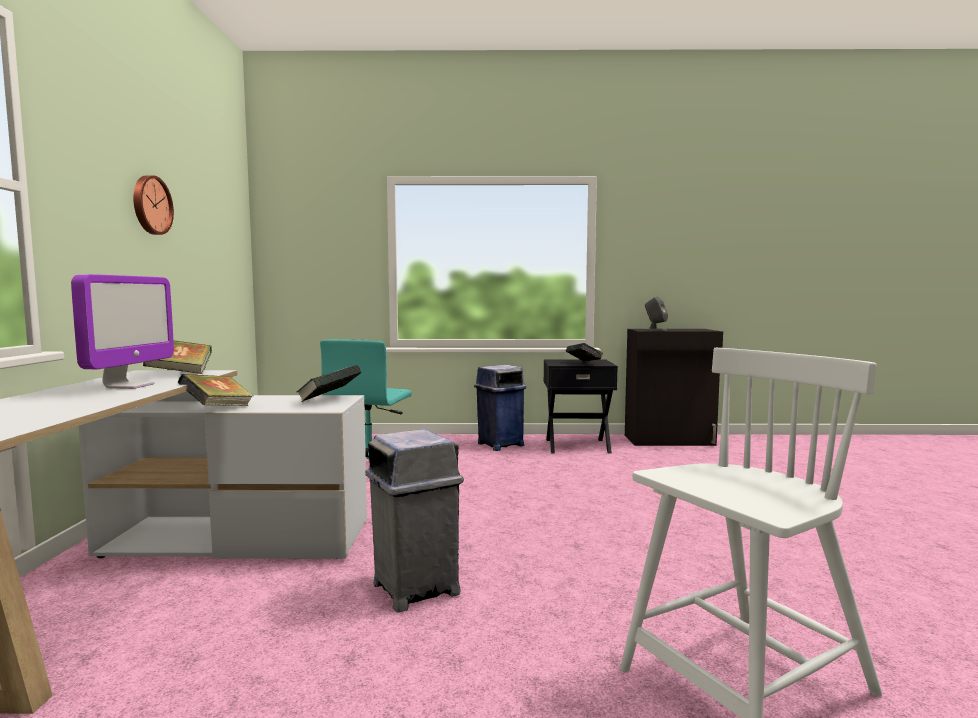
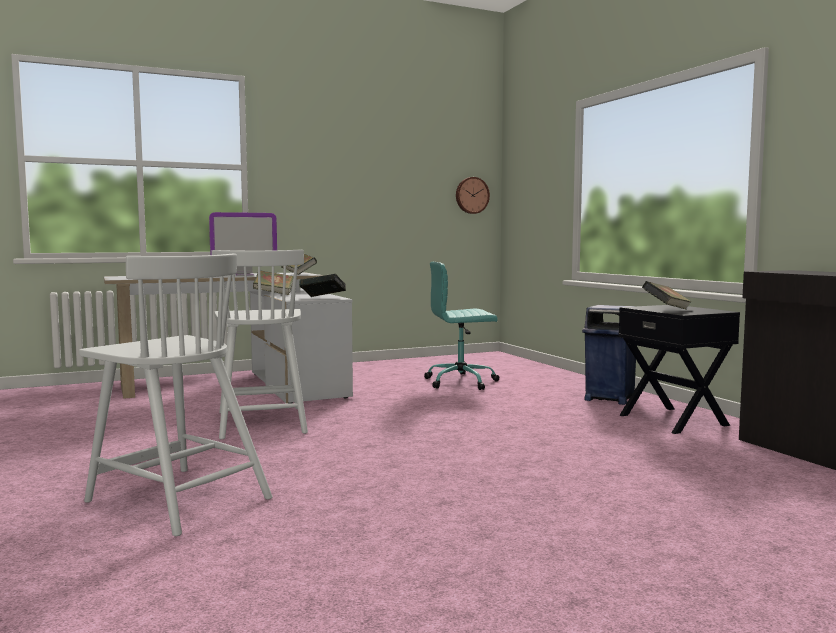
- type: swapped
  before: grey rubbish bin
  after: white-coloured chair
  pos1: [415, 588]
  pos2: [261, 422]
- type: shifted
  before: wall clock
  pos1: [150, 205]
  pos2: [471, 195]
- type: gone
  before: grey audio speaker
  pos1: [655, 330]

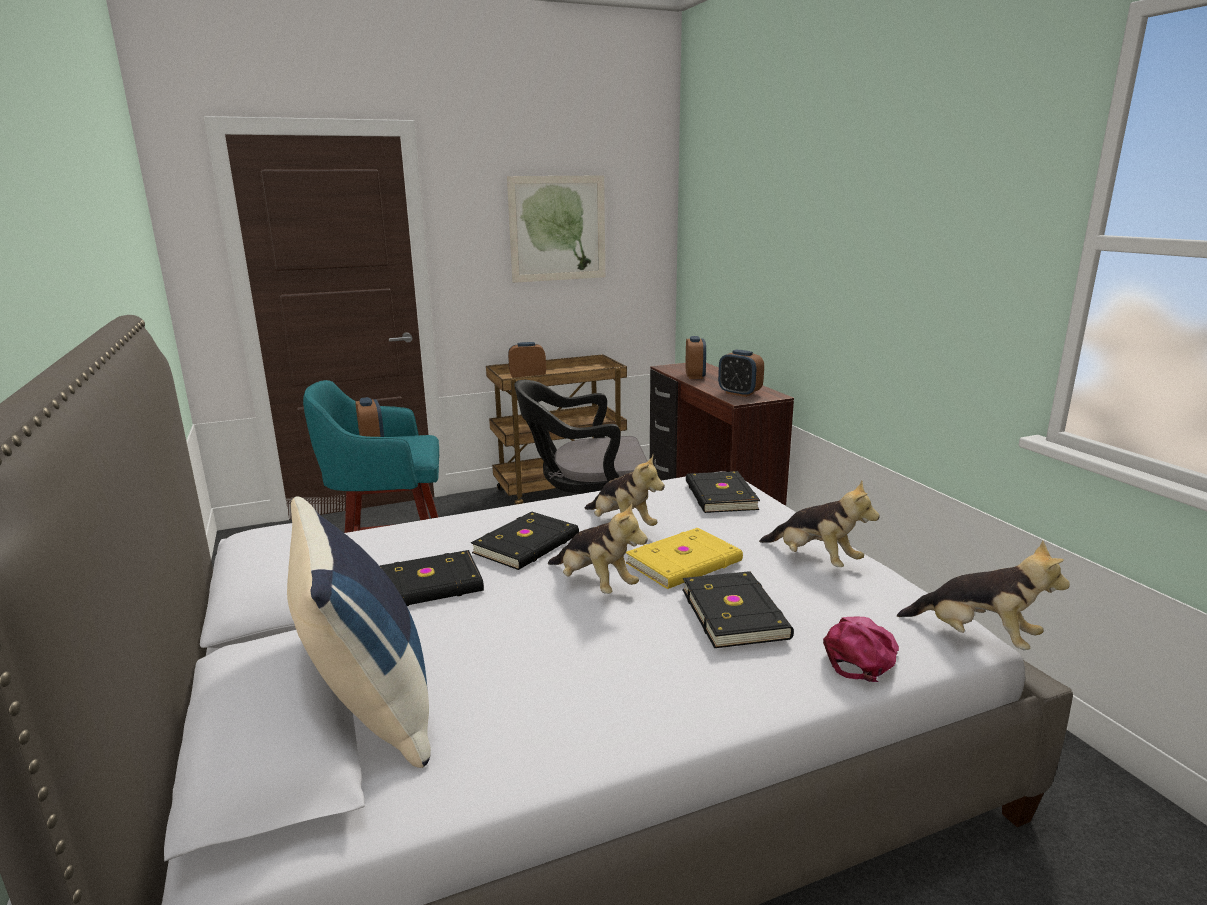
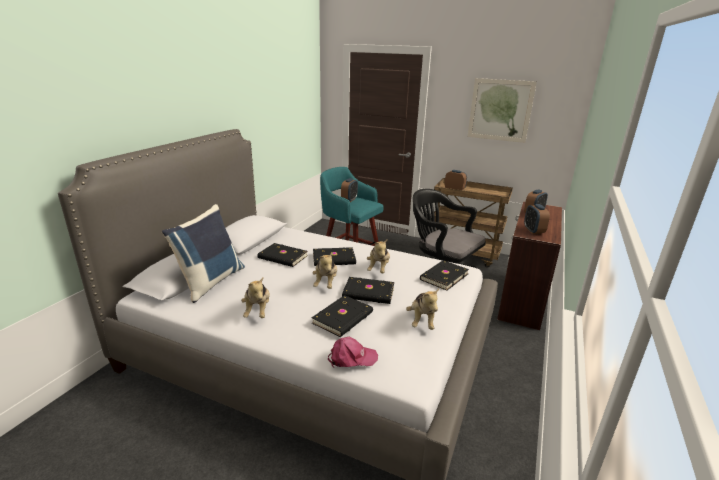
- type: shifted
  before: cuddly toy
  pos1: [976, 637]
  pos2: [257, 311]
- type: repainted
  before: yellowish volume
  after: black volume
  pos1: [685, 563]
  pos2: [368, 293]

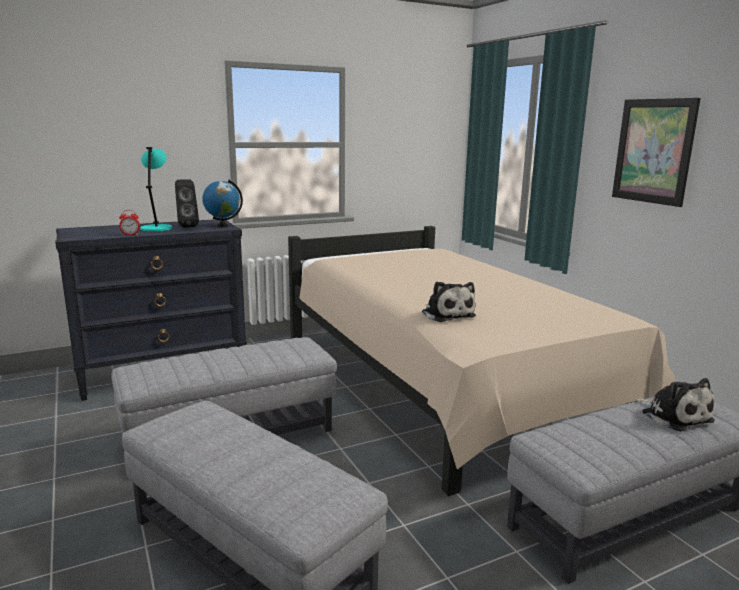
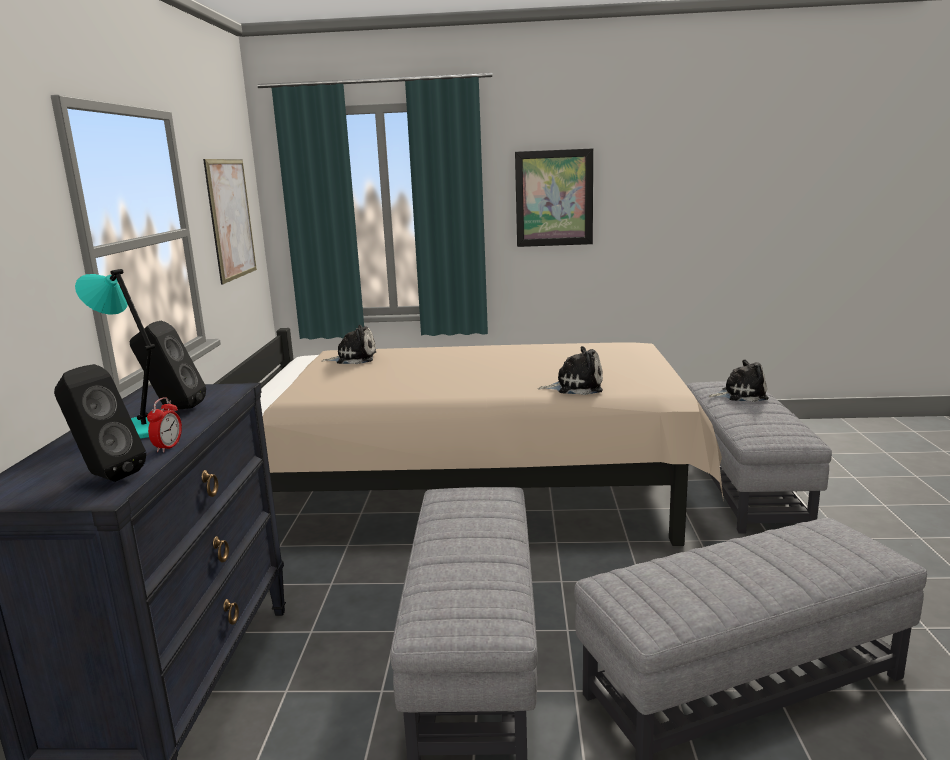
- type: new
  after: black audio speaker
  pos2: [105, 476]
- type: new
  after: wall art
  pos2: [231, 219]
- type: new
  after: cuddly toy
  pos2: [353, 358]
- type: gone
  before: desk globe
  pos1: [222, 226]

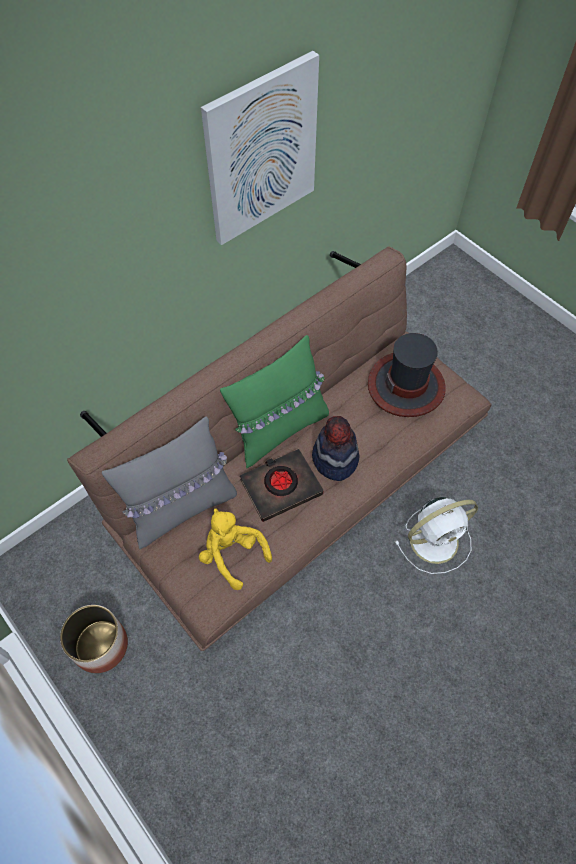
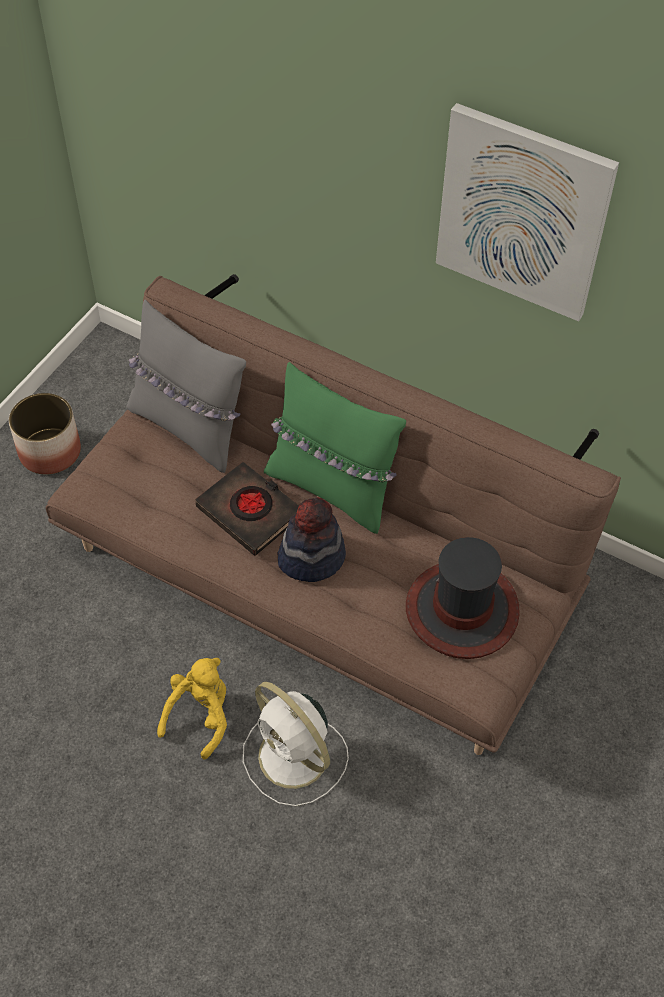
- type: shifted
  before: yellowish cuddly toy
  pos1: [232, 554]
  pos2: [200, 716]

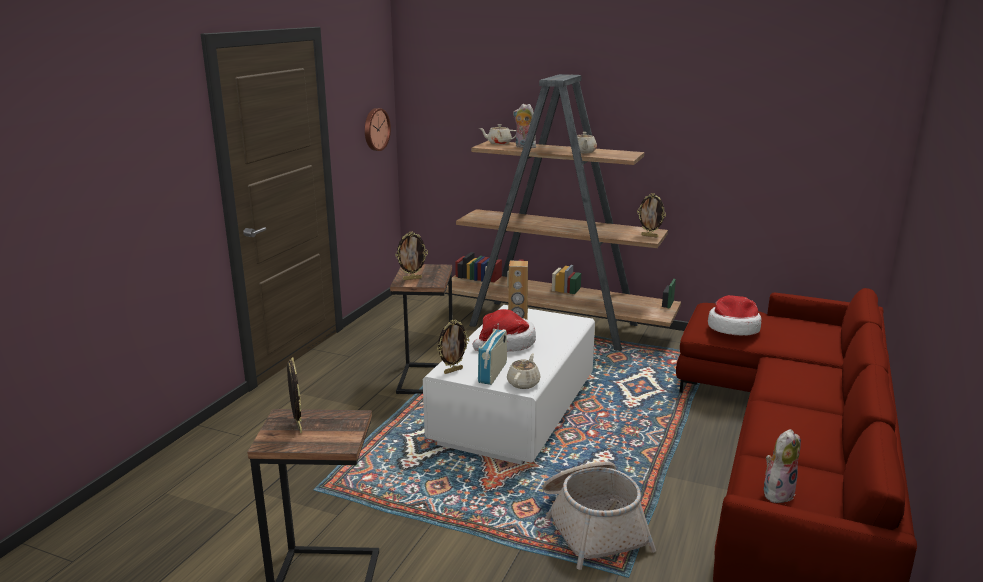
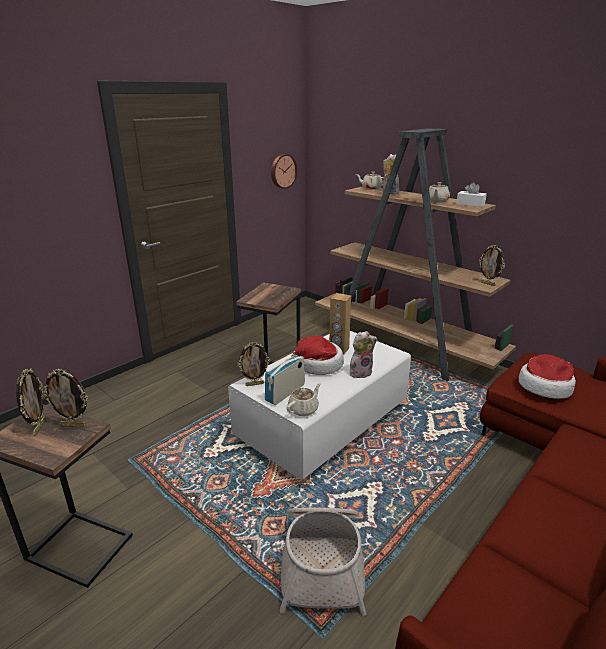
- type: shifted
  before: standing frame
  pos1: [412, 278]
  pos2: [74, 425]
- type: shifted
  before: cuddly toy
  pos1: [777, 492]
  pos2: [360, 372]
- type: new
  after: white-coloured tissue holder
  pos2: [470, 204]

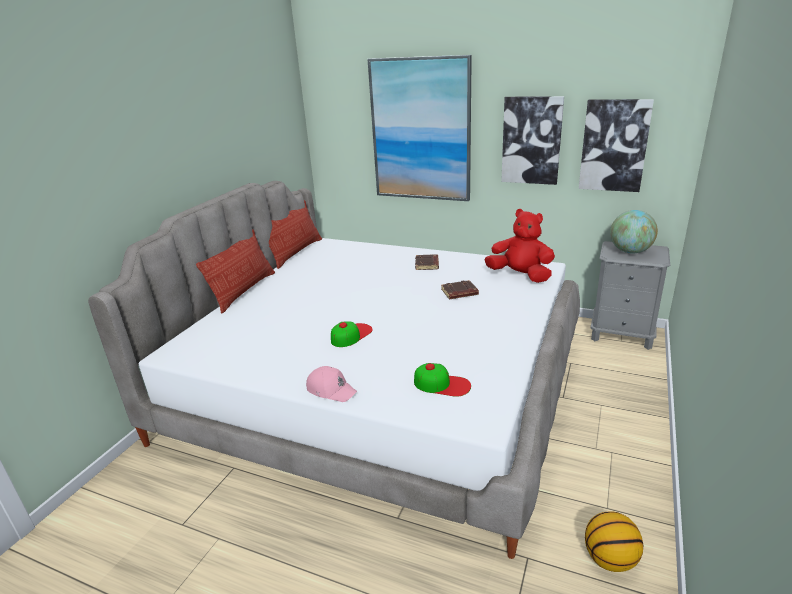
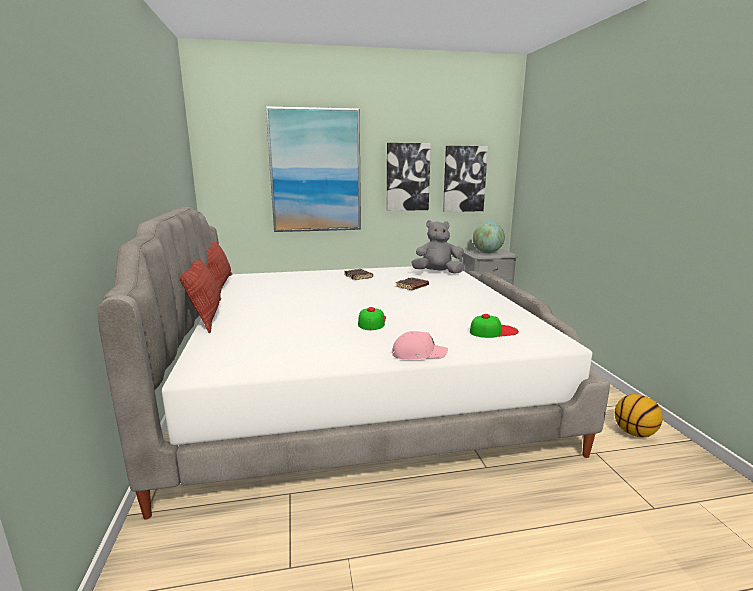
- type: repainted
  before: red cuddly toy
  after: grey cuddly toy
  pos1: [520, 275]
  pos2: [437, 273]

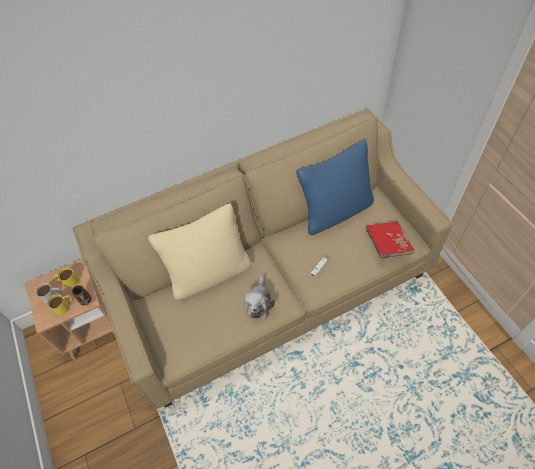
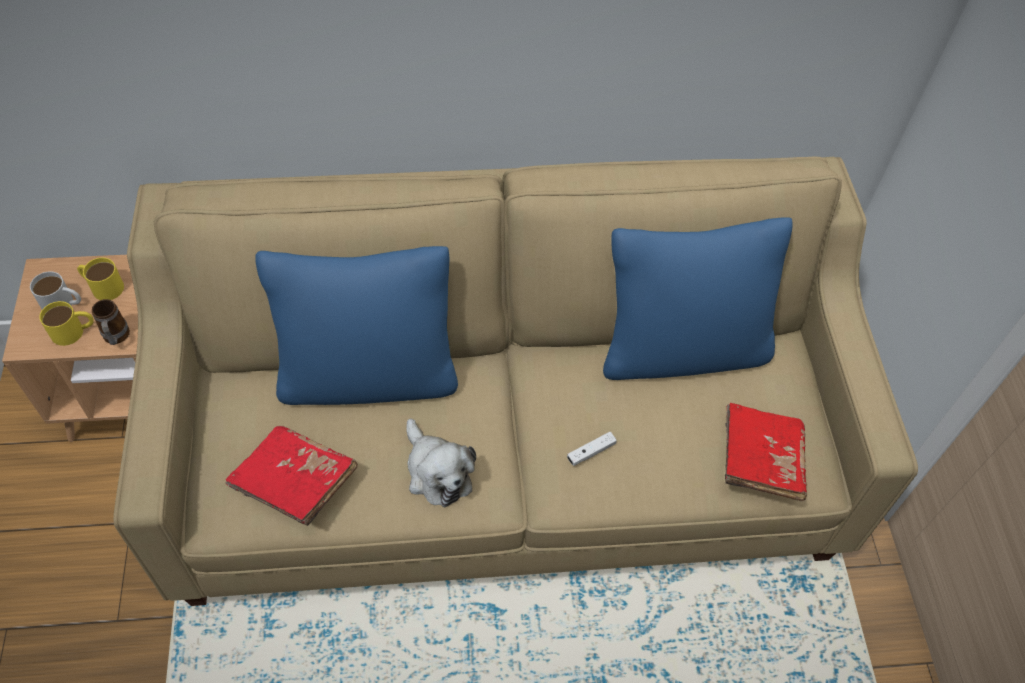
- type: new
  after: red volume
  pos2: [295, 483]
- type: repainted
  before: beige-coloured throw pillow
  after: blue-coloured throw pillow
  pos1: [209, 273]
  pos2: [368, 376]
- type: rotated
  before: cuddly toy
  pos1: [259, 302]
  pos2: [436, 472]
  turn: -60

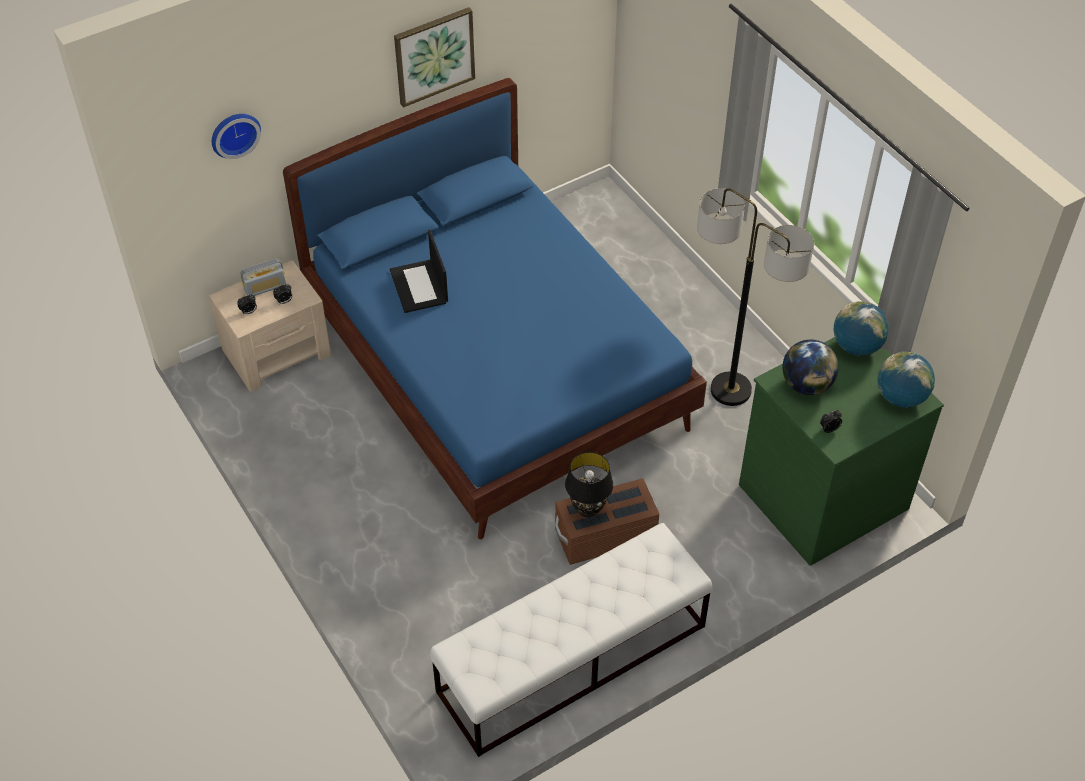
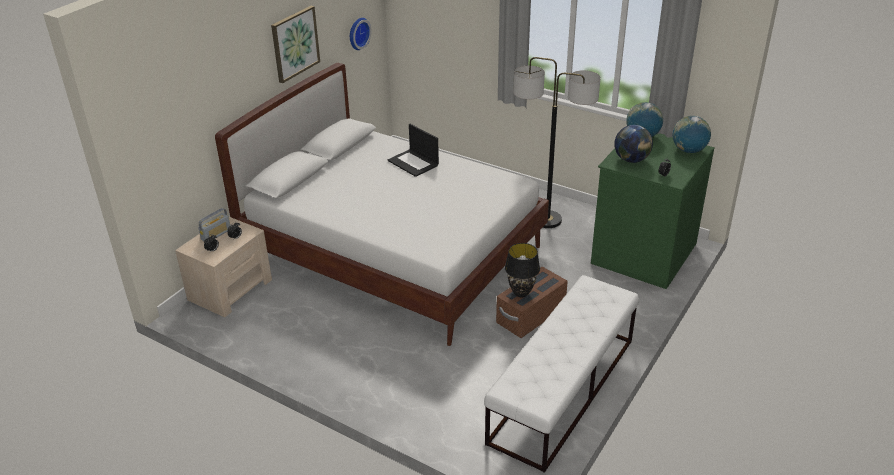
- type: repainted
  before: blue-coloured bed
  after: white-coloured bed
  pos1: [497, 369]
  pos2: [393, 253]
- type: shifted
  before: wall clock
  pos1: [234, 133]
  pos2: [357, 33]
- type: shifted
  before: notebook computer
  pos1: [420, 287]
  pos2: [414, 163]

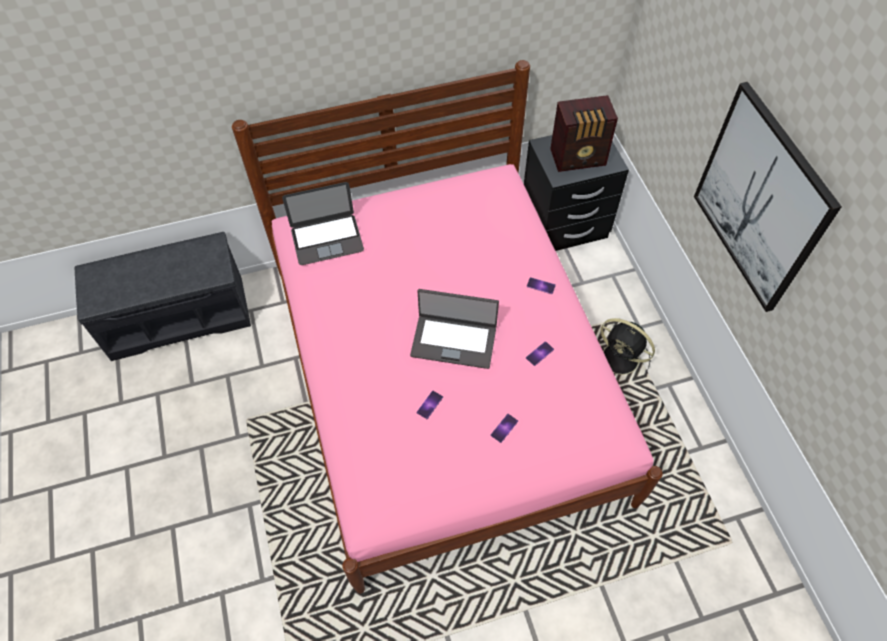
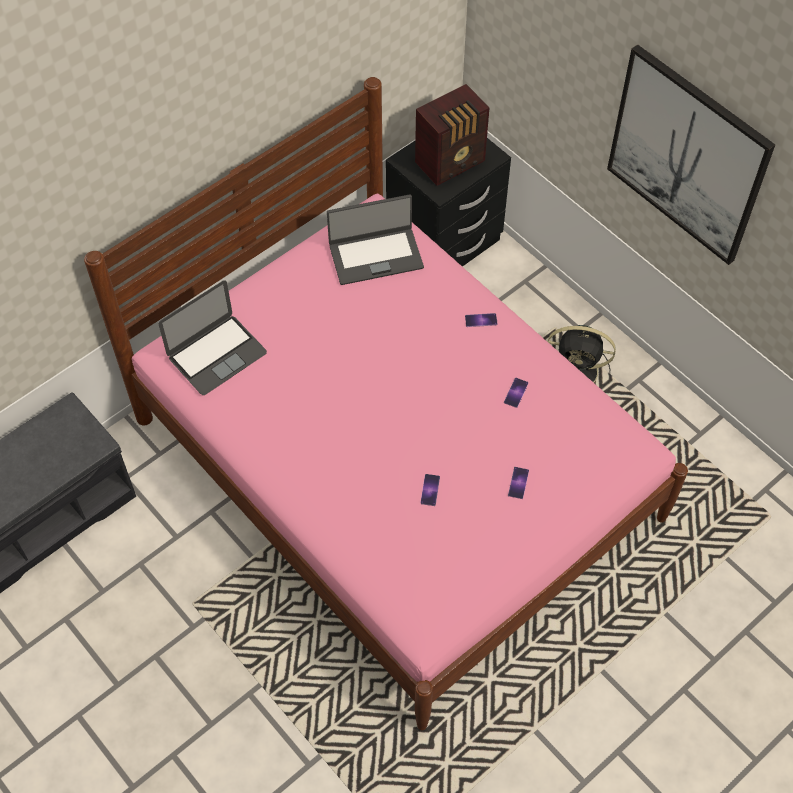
- type: shifted
  before: notebook computer
  pos1: [454, 340]
  pos2: [375, 255]

